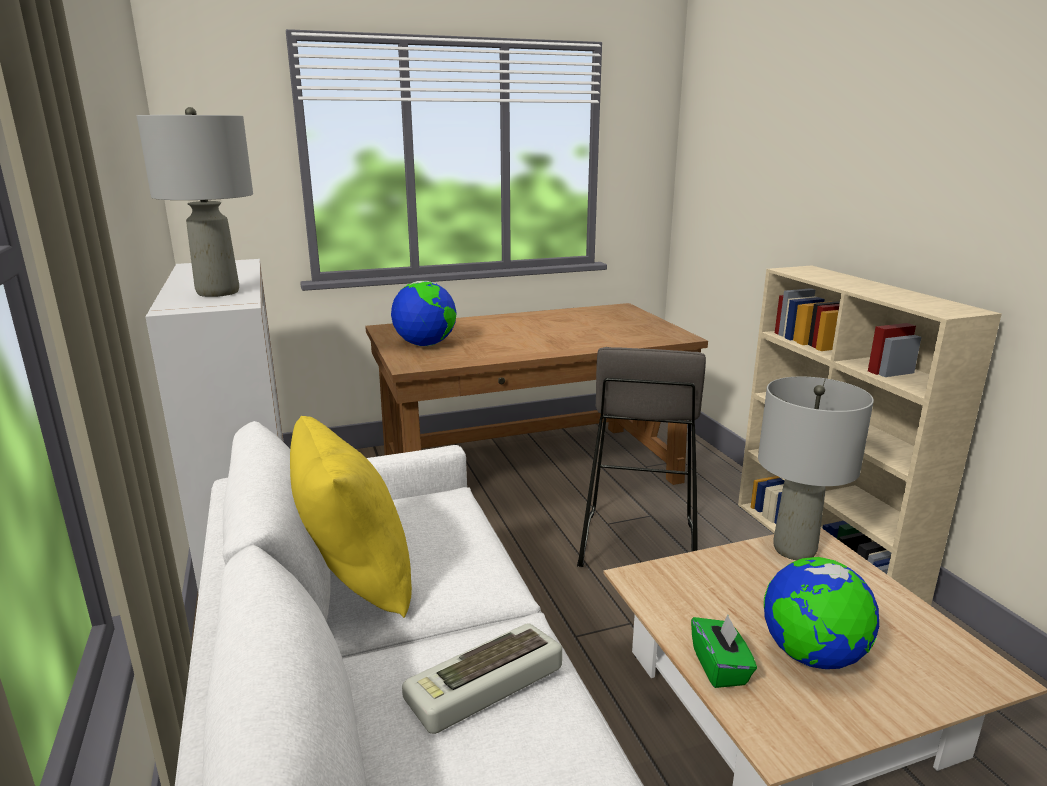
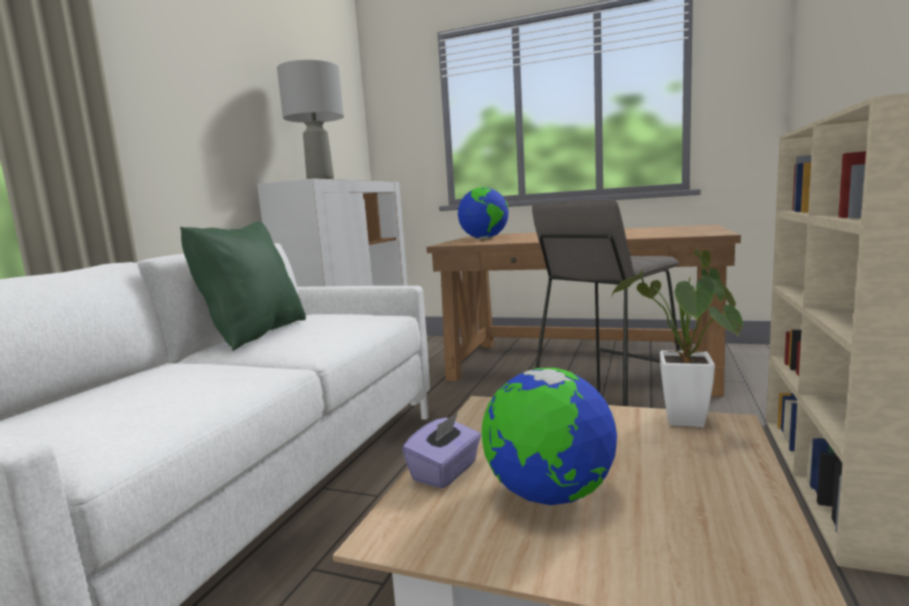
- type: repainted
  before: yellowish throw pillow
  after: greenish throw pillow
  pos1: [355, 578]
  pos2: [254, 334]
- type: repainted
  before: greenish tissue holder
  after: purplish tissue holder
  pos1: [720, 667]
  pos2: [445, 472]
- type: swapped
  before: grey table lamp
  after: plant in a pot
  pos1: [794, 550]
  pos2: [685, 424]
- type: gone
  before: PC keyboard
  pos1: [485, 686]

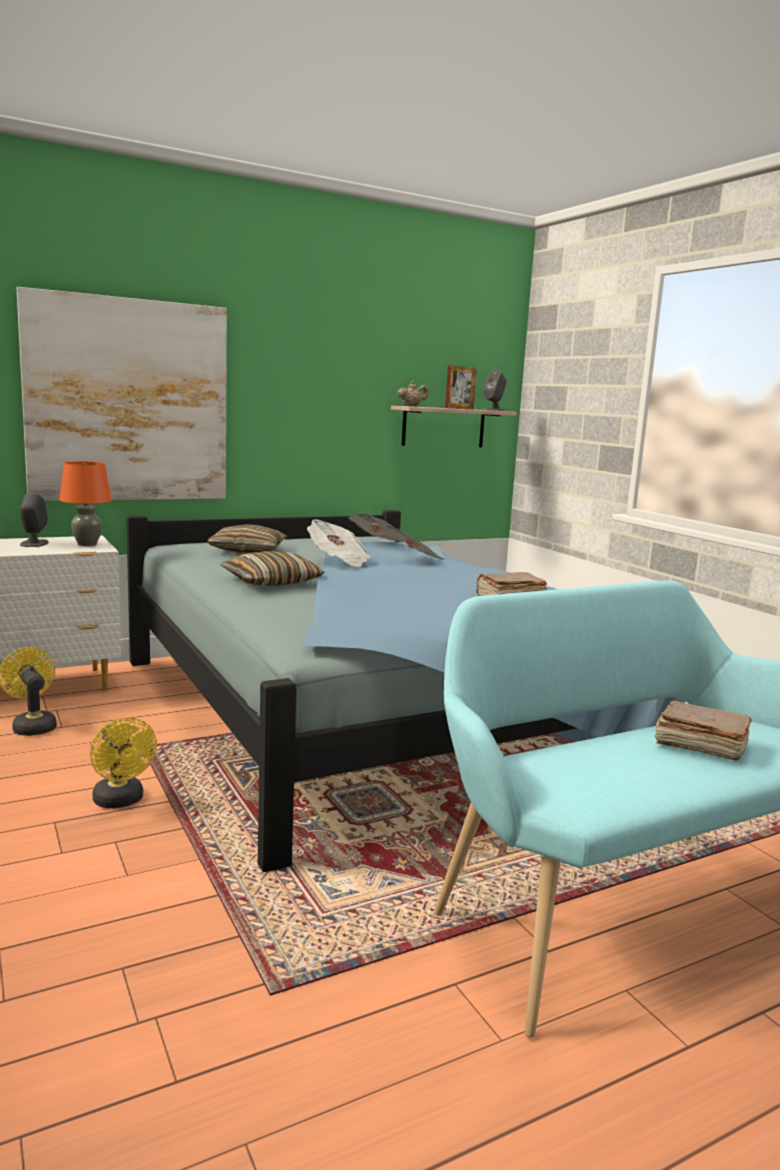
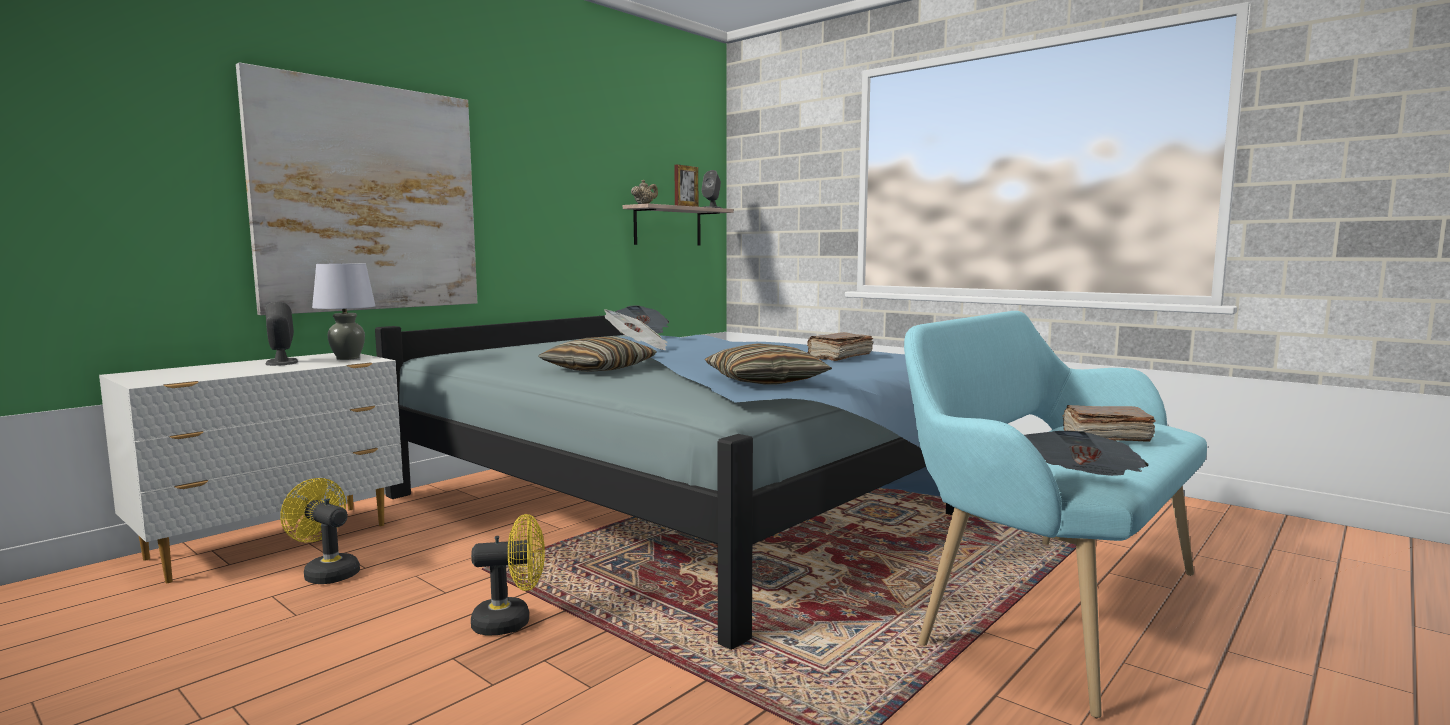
- type: repainted
  before: orange-coloured table lamp
  after: grey table lamp
  pos1: [87, 544]
  pos2: [347, 358]
- type: rotated
  before: yellowish electric fan
  pos1: [121, 801]
  pos2: [511, 622]
  turn: -45
- type: shifted
  before: throw pillow
  pos1: [248, 551]
  pos2: [765, 381]
- type: shifted
  before: daily paper
  pos1: [413, 560]
  pos2: [1082, 486]

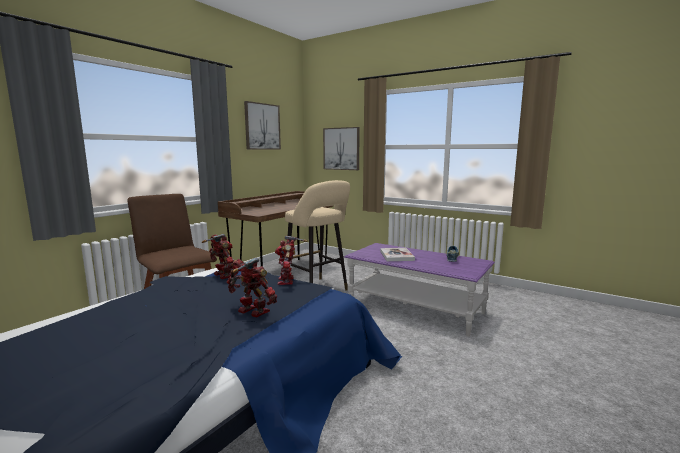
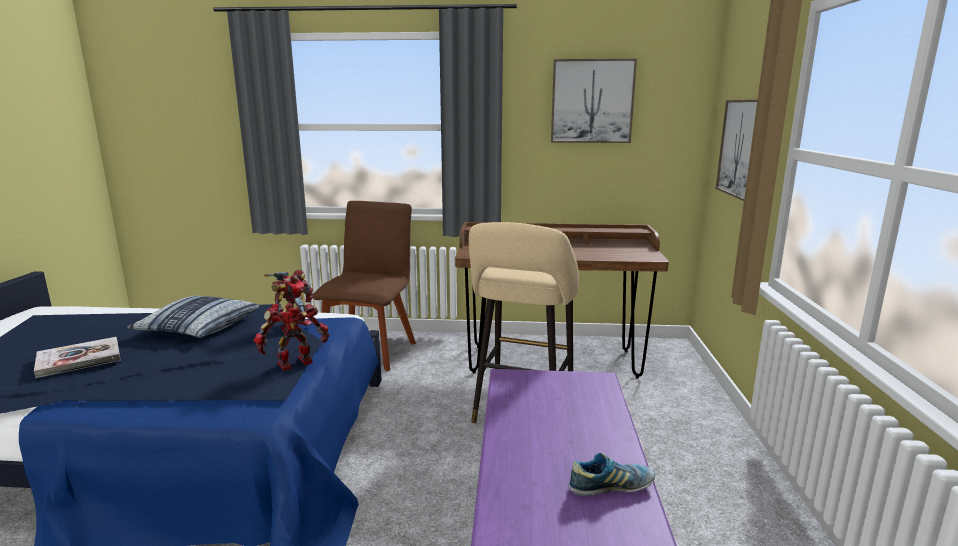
- type: shifted
  before: volume
  pos1: [396, 256]
  pos2: [79, 359]
- type: new
  after: throw pillow
  pos2: [198, 328]
- type: gone
  before: robot figure
  pos1: [252, 312]

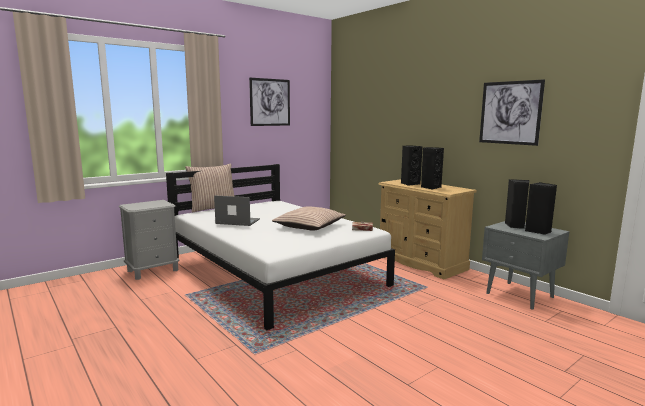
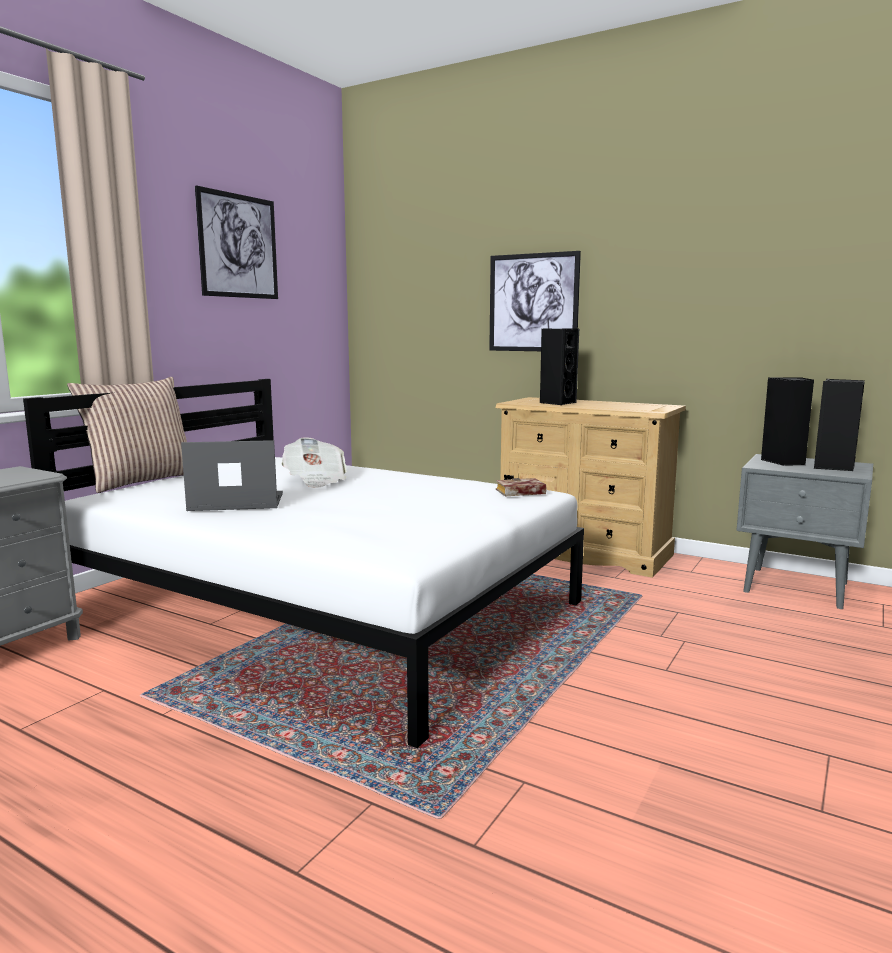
- type: new
  after: daily paper
  pos2: [315, 480]
- type: shifted
  before: wall art
  pos1: [510, 112]
  pos2: [533, 303]
- type: gone
  before: throw pillow
  pos1: [309, 226]
- type: gone
  before: black audio speaker
  pos1: [430, 187]

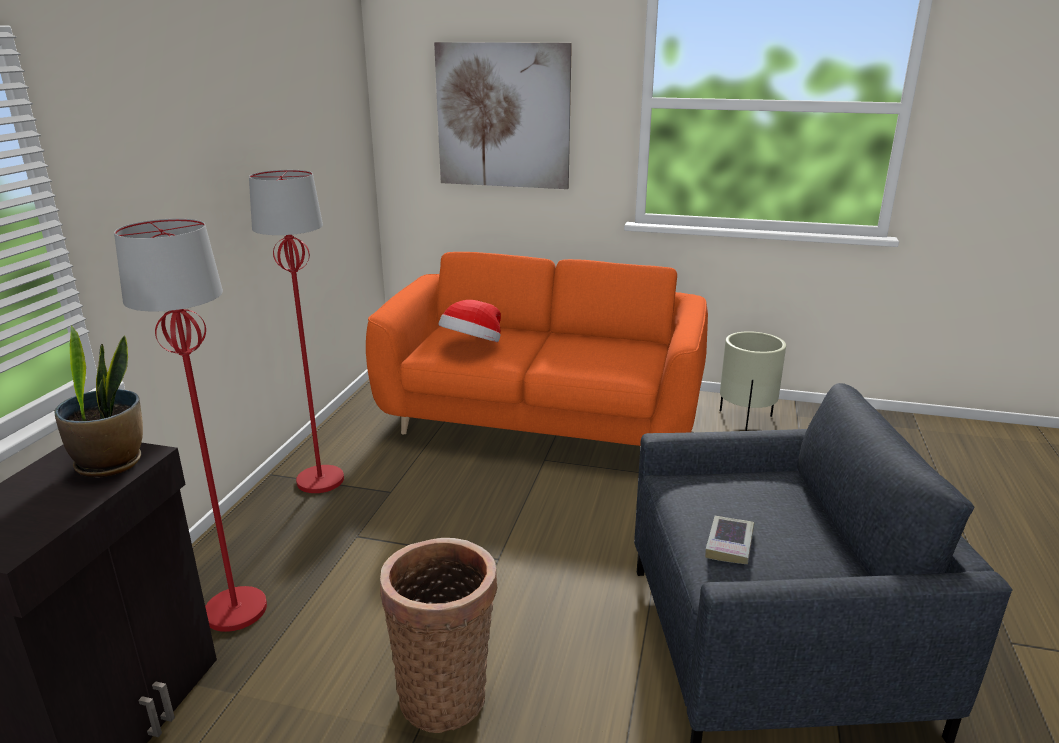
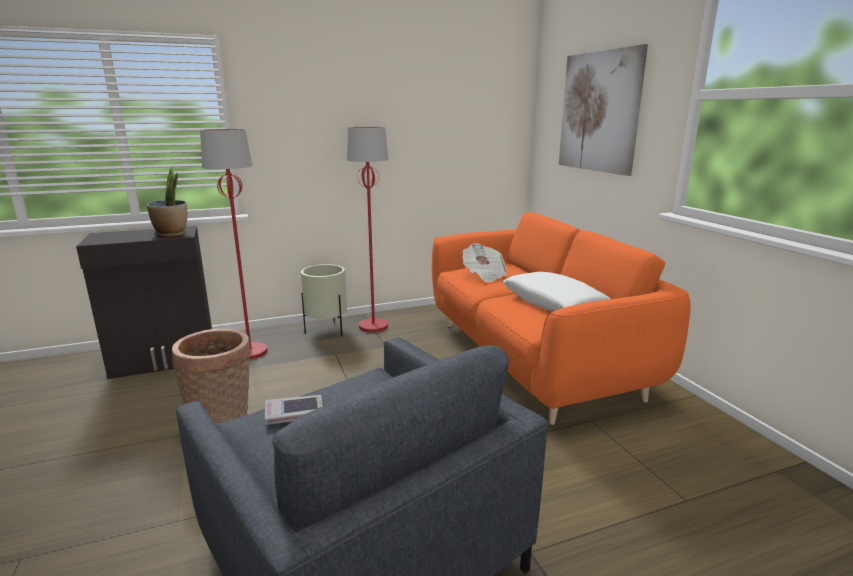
- type: shifted
  before: beige-coloured plant pot
  pos1: [745, 420]
  pos2: [327, 330]
- type: swapped
  before: wearable hat
  after: daily paper
  pos1: [472, 346]
  pos2: [484, 275]
- type: new
  after: white-coloured throw pillow
  pos2: [554, 303]

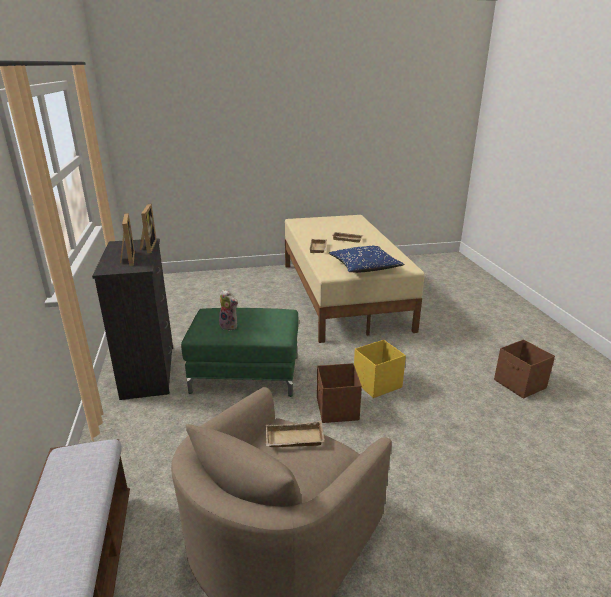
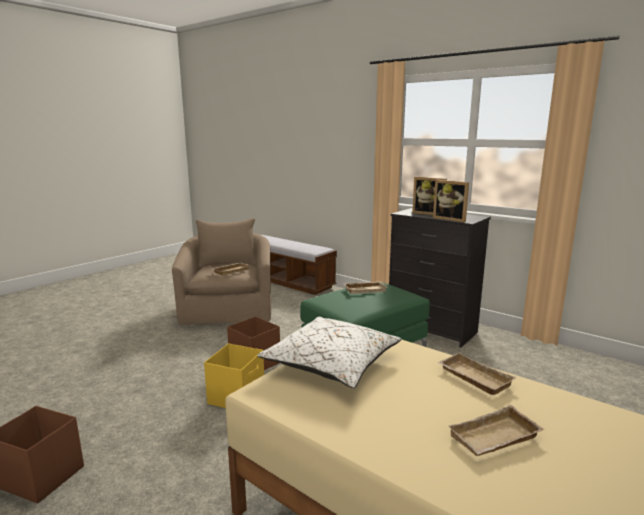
- type: repainted
  before: blue-coloured throw pillow
  after: white-coloured throw pillow
  pos1: [364, 267]
  pos2: [332, 363]
- type: swapped
  before: cuddly toy
  after: beige-coloured tray
  pos1: [230, 326]
  pos2: [365, 290]

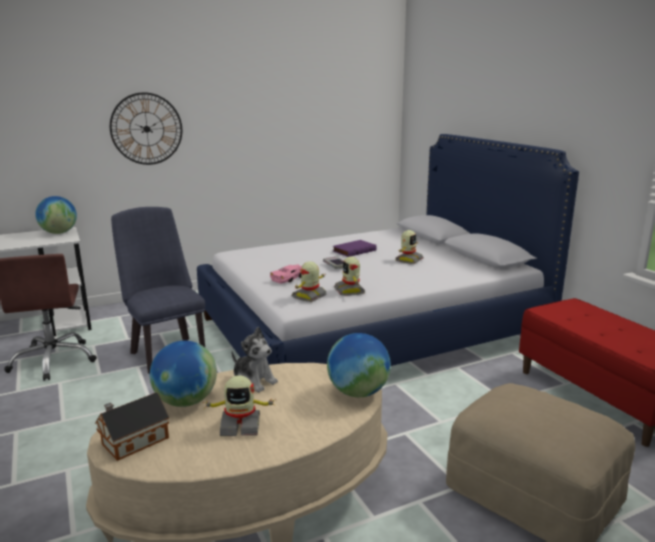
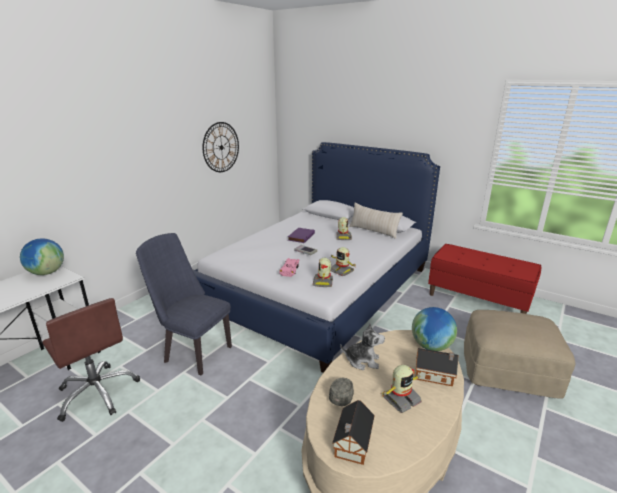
- type: shifted
  before: wall clock
  pos1: [146, 129]
  pos2: [221, 147]
- type: swapped
  before: desk globe
  after: grey cap
  pos1: [185, 401]
  pos2: [342, 395]
- type: new
  after: beige-coloured throw pillow
  pos2: [373, 231]
- type: new
  after: miniature house
  pos2: [435, 375]

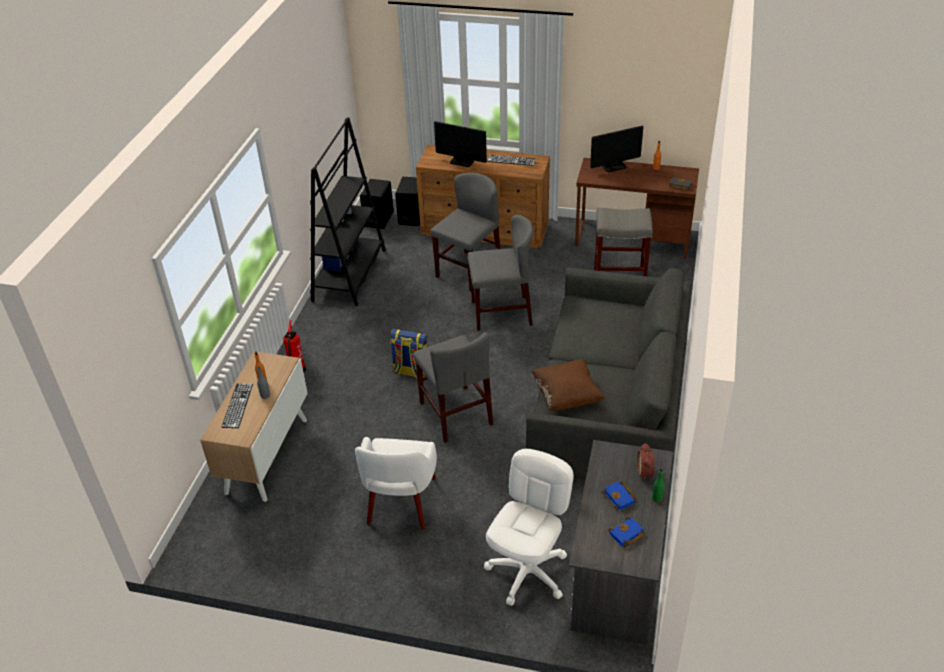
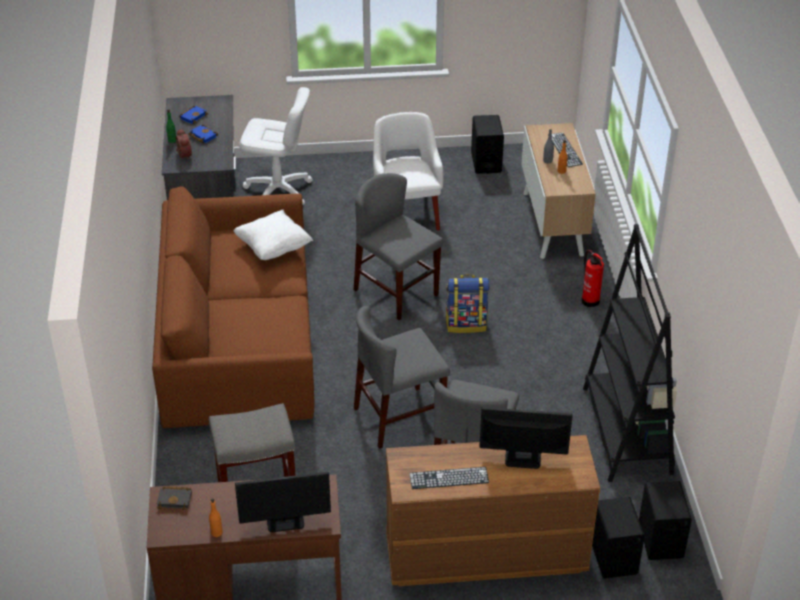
- type: repainted
  before: grey sofa
  after: brown sofa
  pos1: [610, 401]
  pos2: [238, 337]
- type: repainted
  before: brown throw pillow
  after: white-coloured throw pillow
  pos1: [567, 396]
  pos2: [273, 248]
- type: rotated
  before: monitor
  pos1: [614, 166]
  pos2: [285, 521]
  turn: -150
- type: rotated
  before: white-coloured office chair
  pos1: [528, 572]
  pos2: [278, 190]
  turn: -90
- type: new
  after: black audio speaker
  pos2: [486, 162]

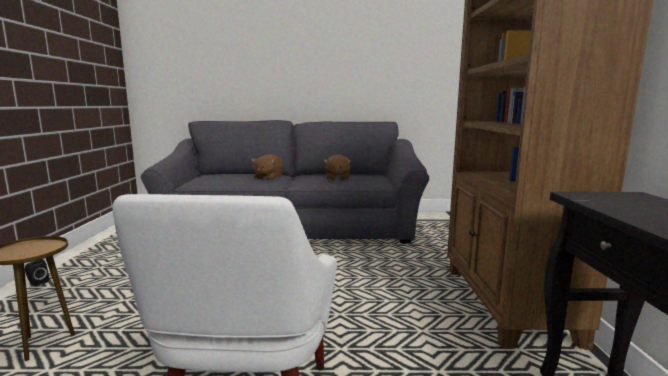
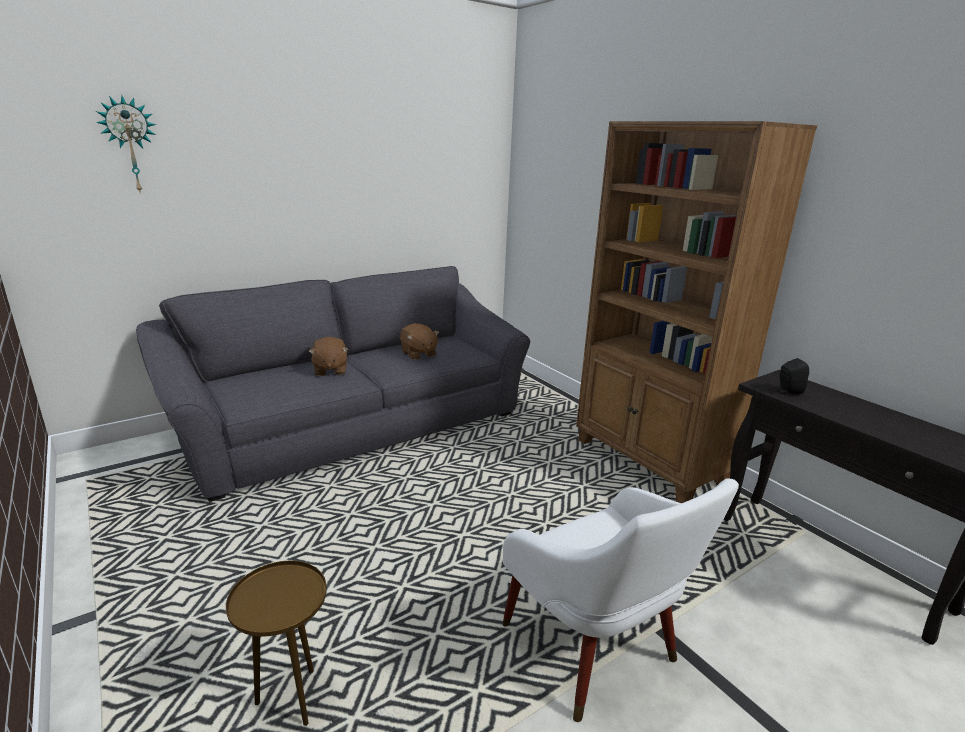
- type: new
  after: wall clock
  pos2: [130, 145]
- type: shifted
  before: black audio speaker
  pos1: [37, 283]
  pos2: [787, 392]

